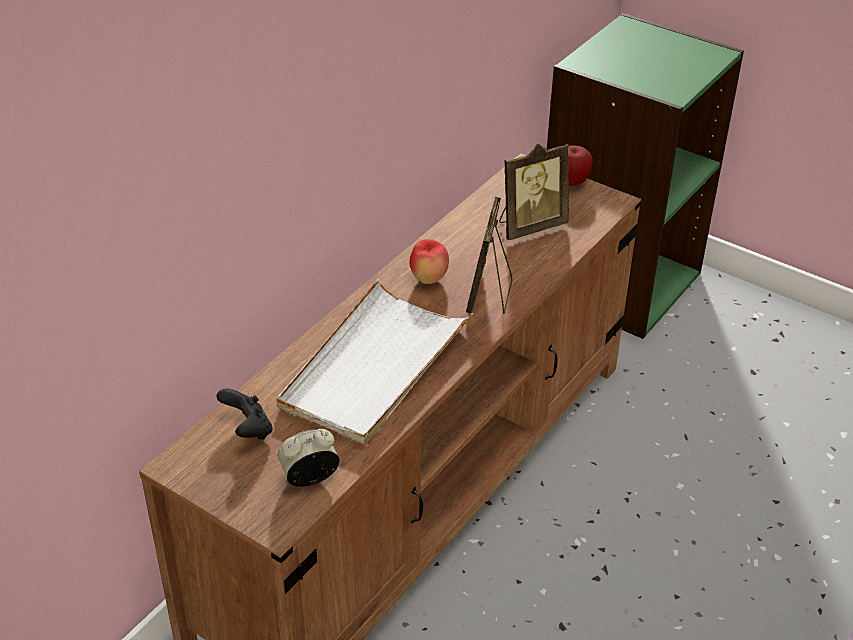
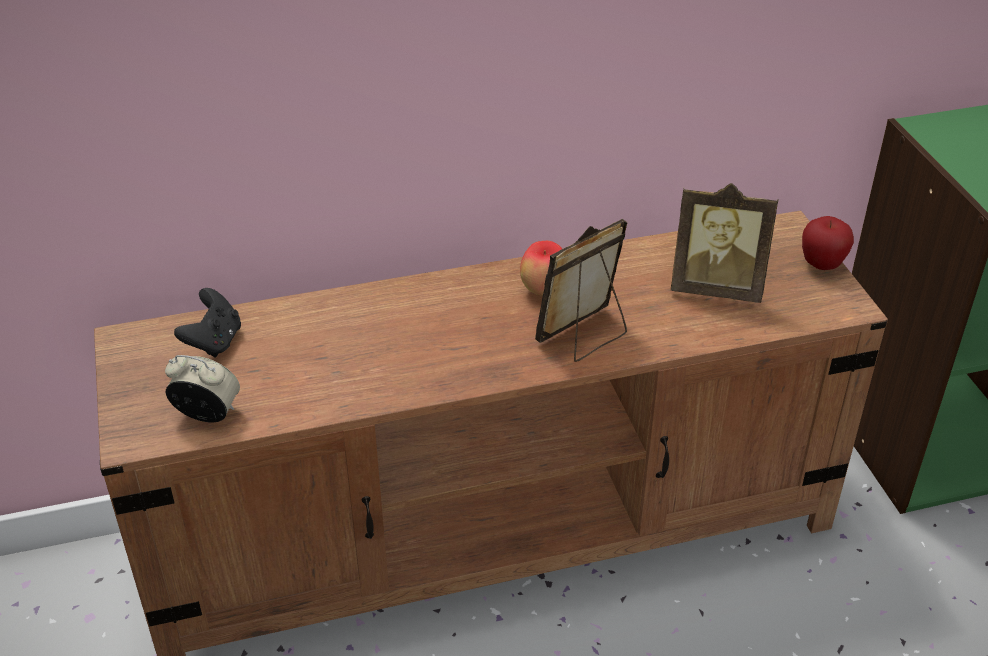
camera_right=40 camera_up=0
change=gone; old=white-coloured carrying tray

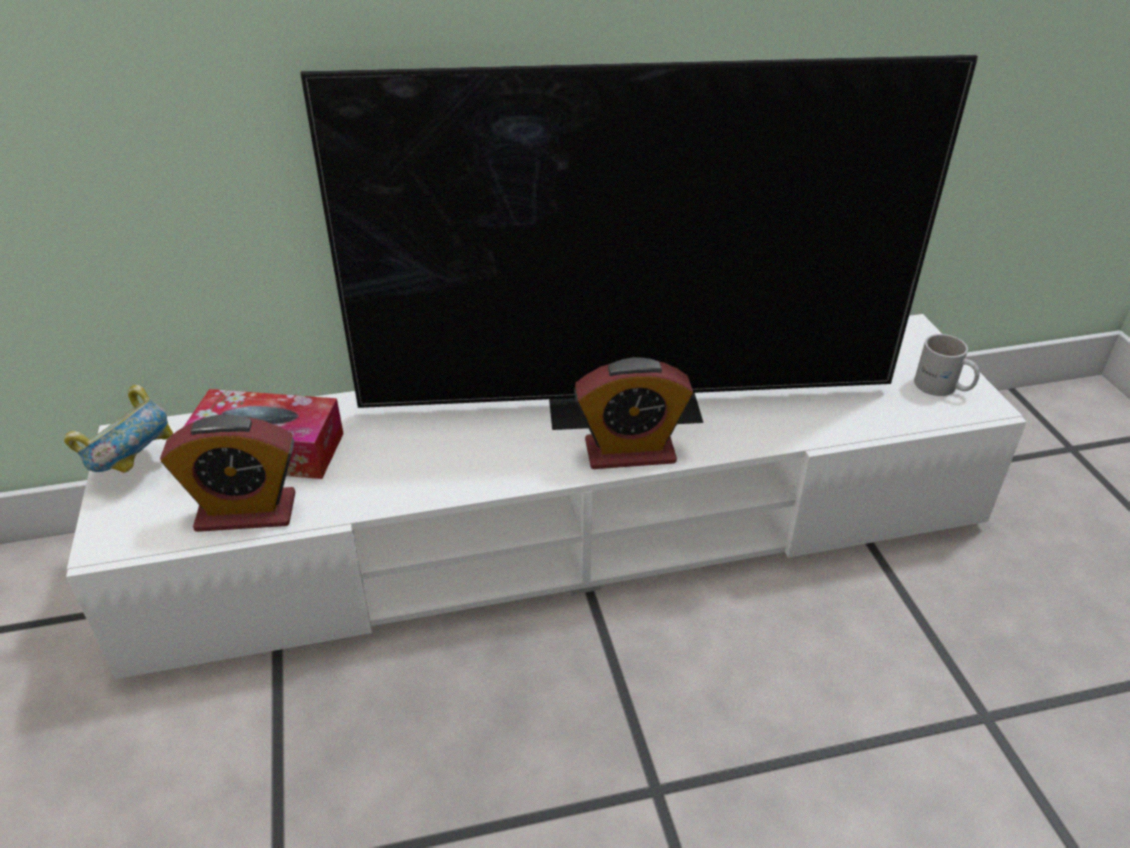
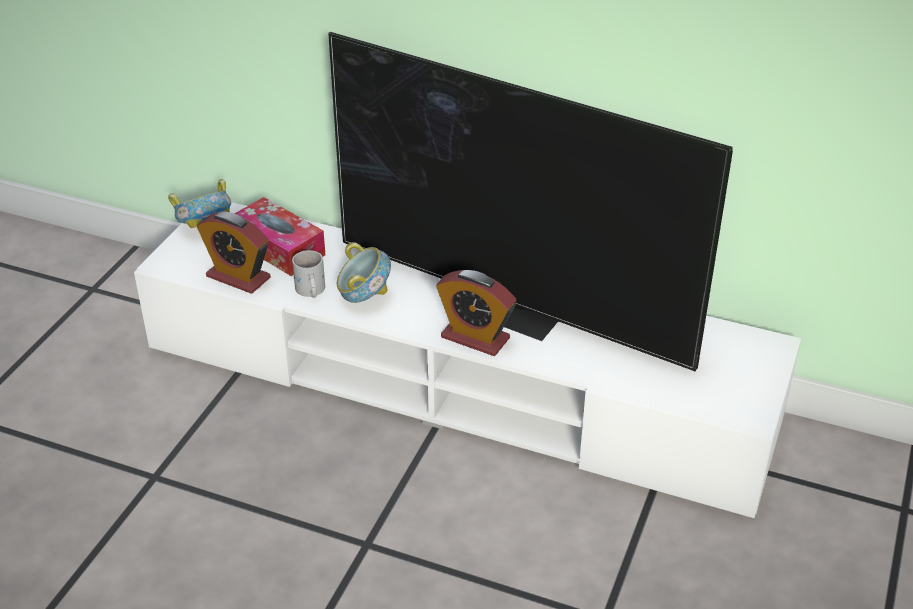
camera_right=35 camera_up=0
change=new; new=serving bowl (no. 2 from left)
change=shifted; old=white-coloured mug

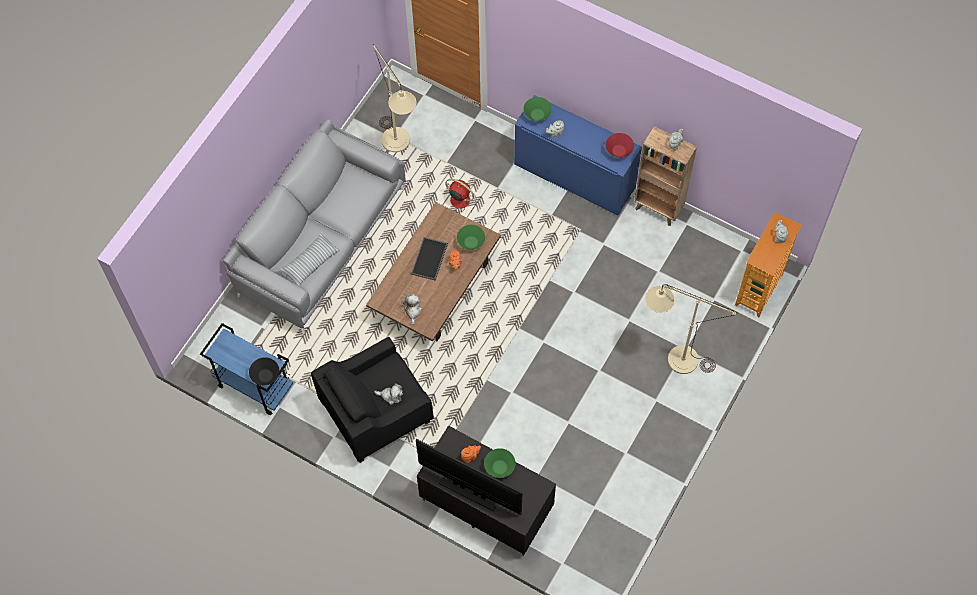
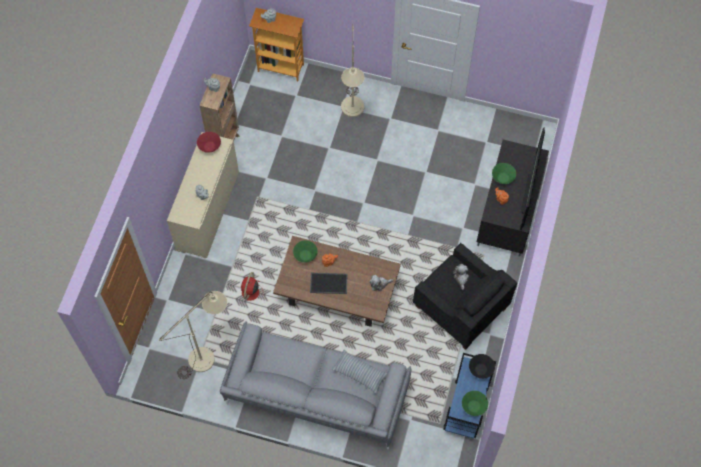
camera_right=-105 camera_up=0
change=shifted; old=green-coloured serving bowl (no. 3 from left in the first image); new=green-coloured serving bowl (no. 2 from left)
change=repainted; old=blue-coloured storage cabinet; new=sand-coloured storage cabinet

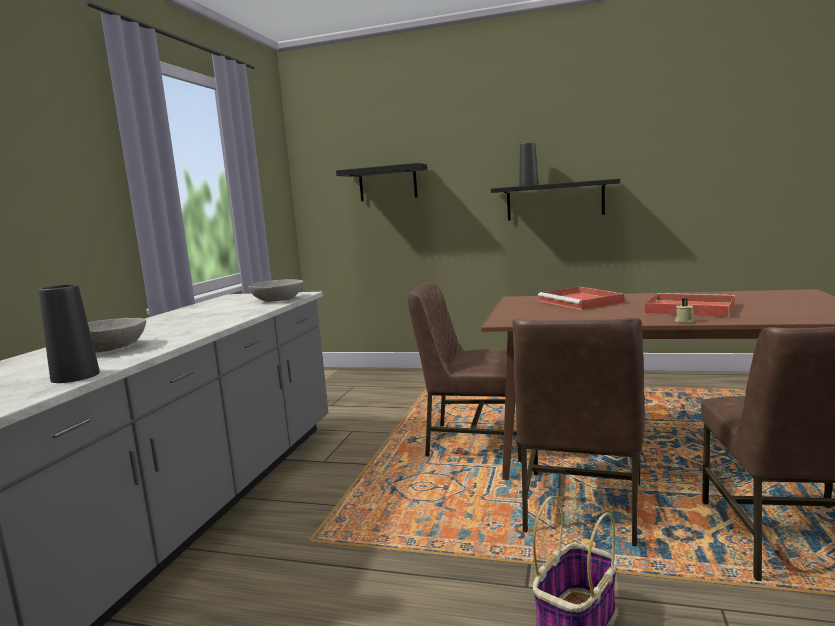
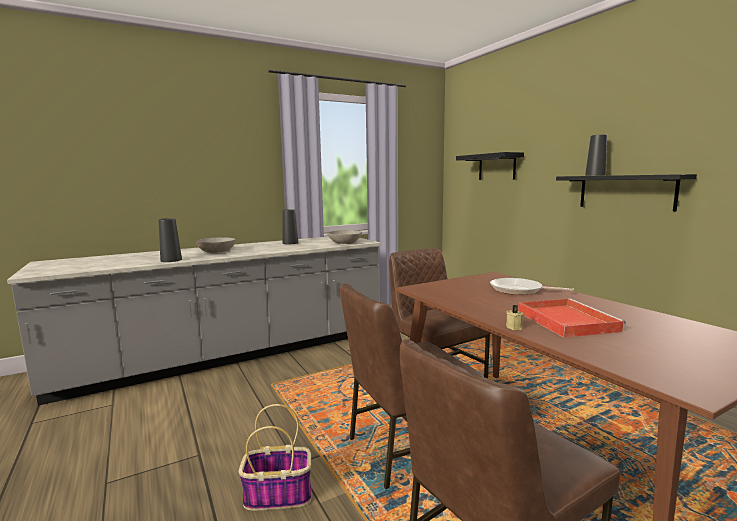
camera_right=45 camera_up=0
change=new; new=black decorative vase (no. 2 from left)
change=swapped; old=red carrying tray (no. 1 from left); new=skillet

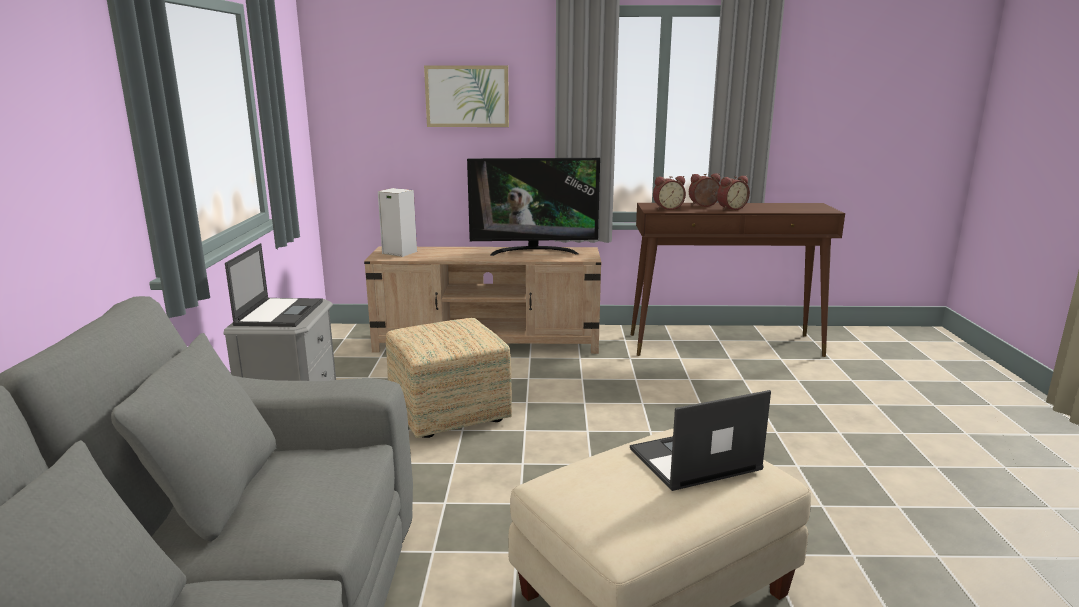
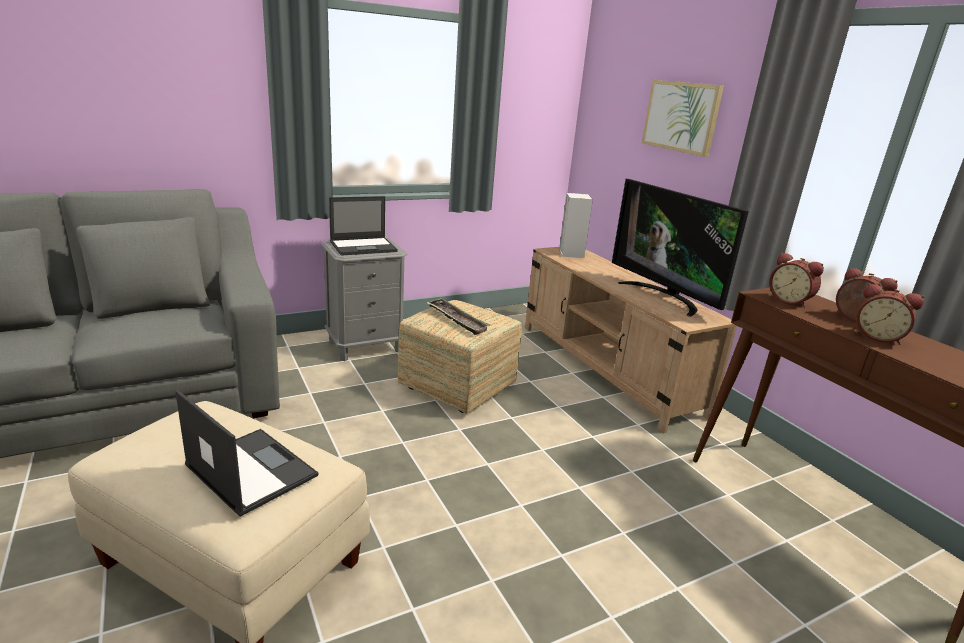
camera_right=60 camera_up=5
change=new; new=carrying tray

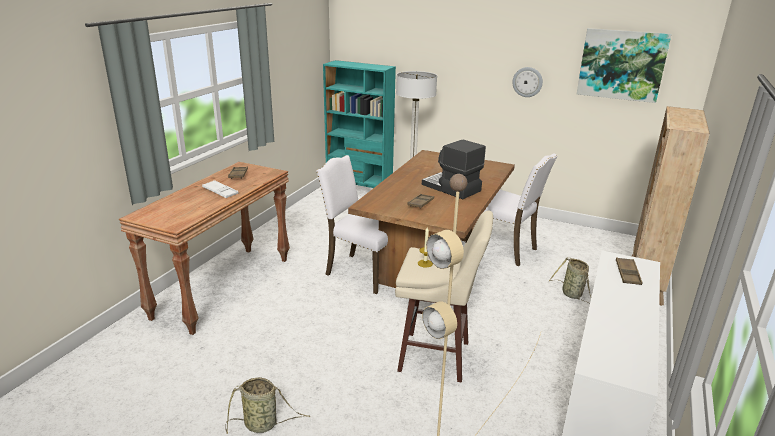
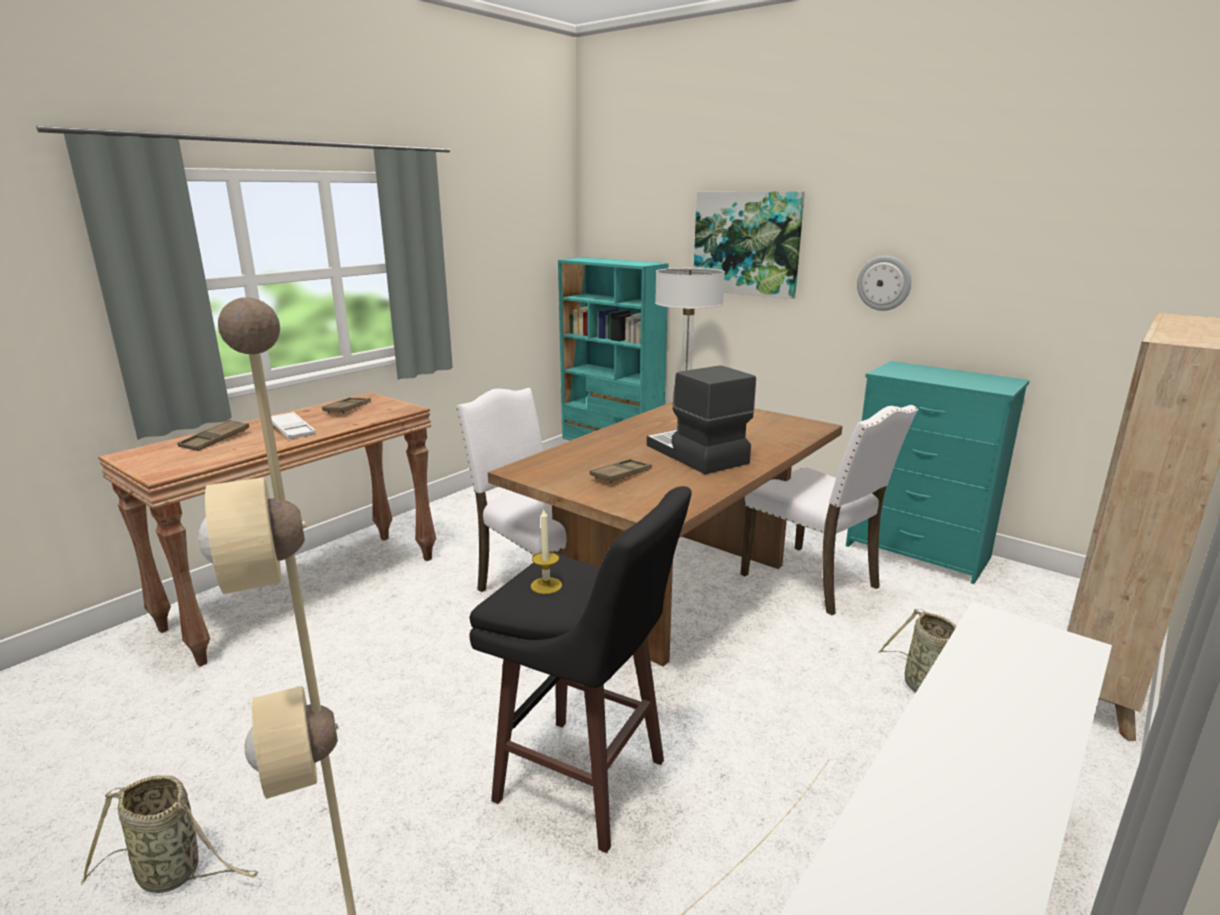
camera_right=15 camera_up=-5
change=new; new=turquoise-coloured drawer chest
change=shifted; old=wall art
change=shifted; old=brown carrying tray (no. 3 from left in the first image); new=brown carrying tray (no. 1 from left)
change=repainted; old=sand-coloured stool; new=black stool

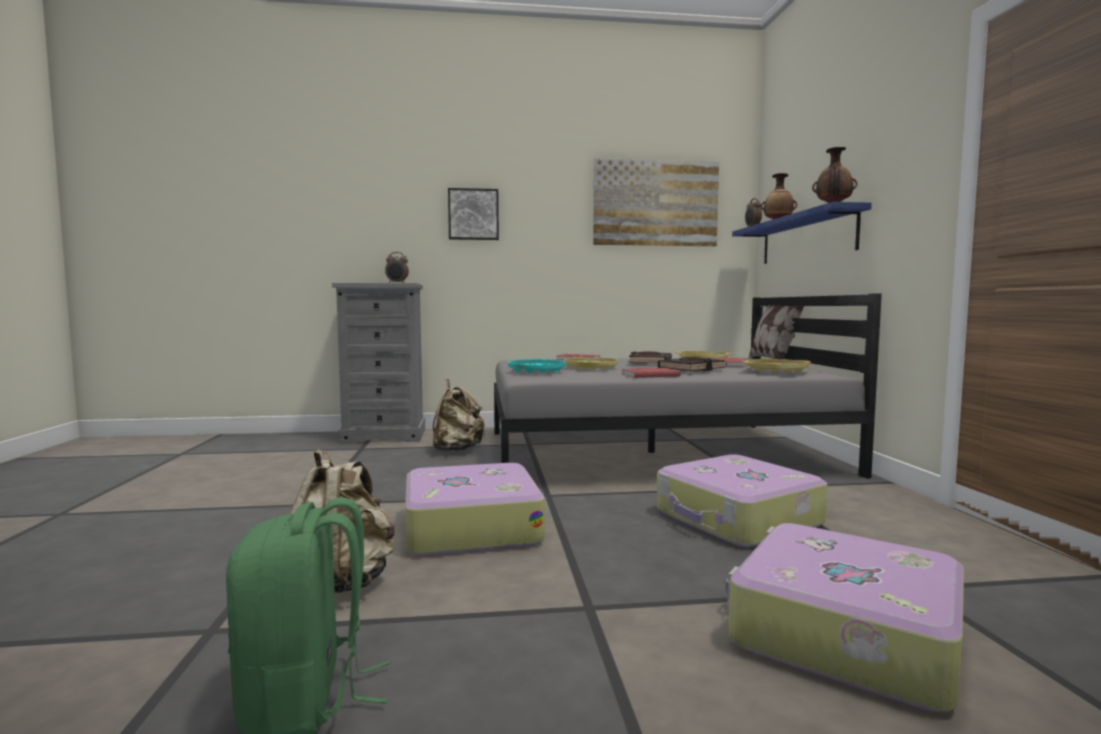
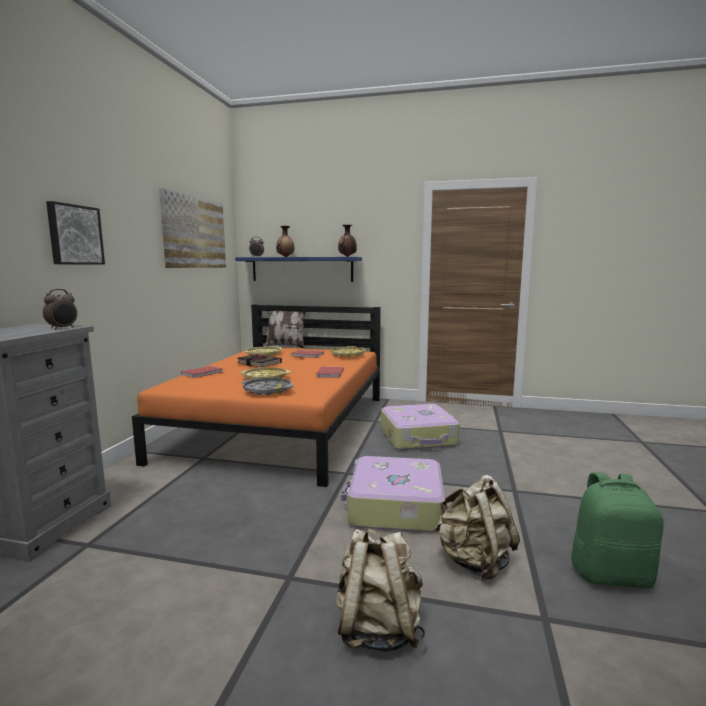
camera_right=-70 camera_up=5
change=gone; old=black volume (no. 2 from left)
change=gone; old=suitcase (no. 3 from left)
change=shifted; old=sand-coloured knapsack (no. 2 from left in the first image); new=sand-coloured knapsack (no. 1 from left)
change=repainted; old=grey bedroom bed; new=orange bedroom bed
change=repainted; old=turquoise-coloured carrying tray; new=grey carrying tray

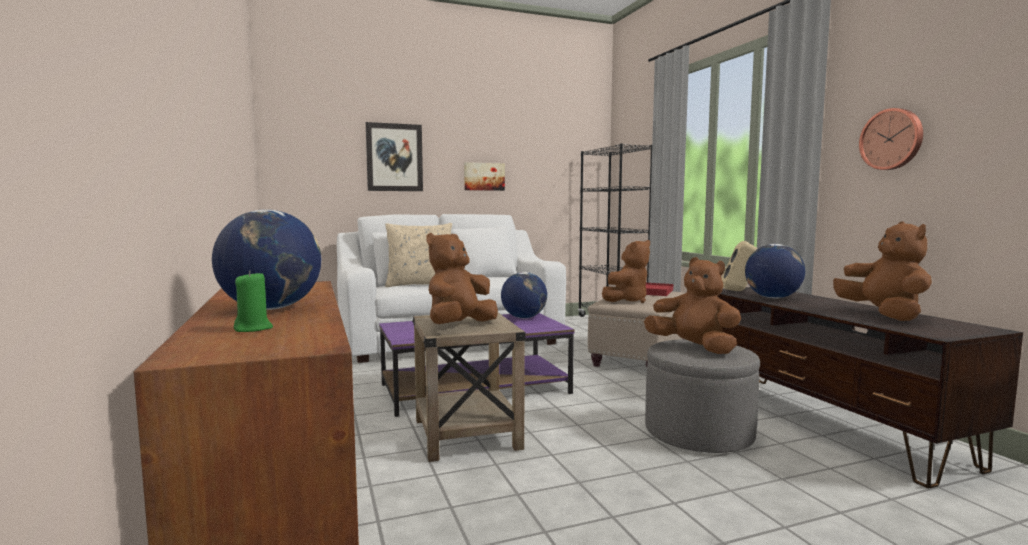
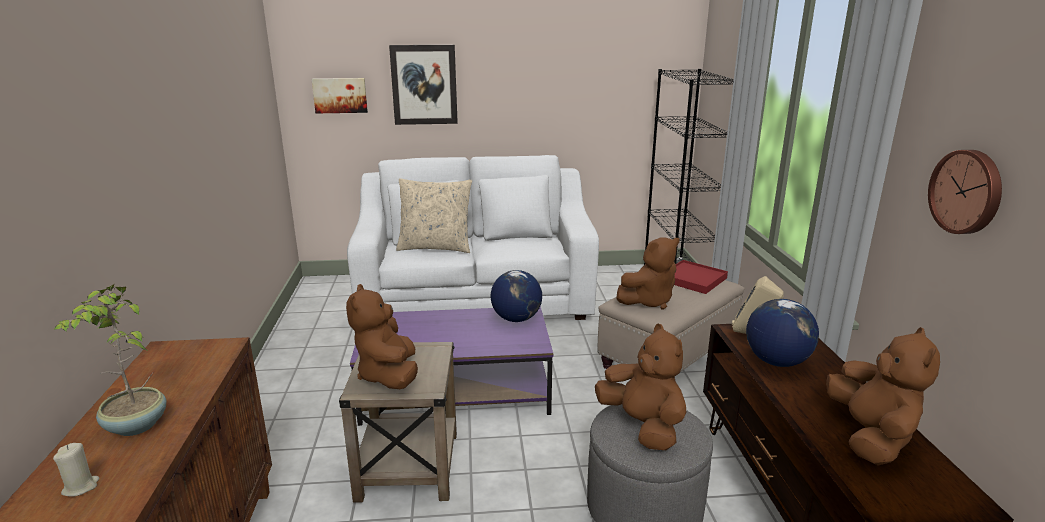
camera_right=15 camera_up=15
change=shifted; old=wall art (no. 2 from left in the first image); new=wall art (no. 1 from left)
change=swapped; old=world globe (no. 1 from left); new=houseplant
change=repainted; old=green-coloured wax candle; new=sand-coloured wax candle
change=rotated; old=brown cuddly toy (no. 1 from left); degrees=-60

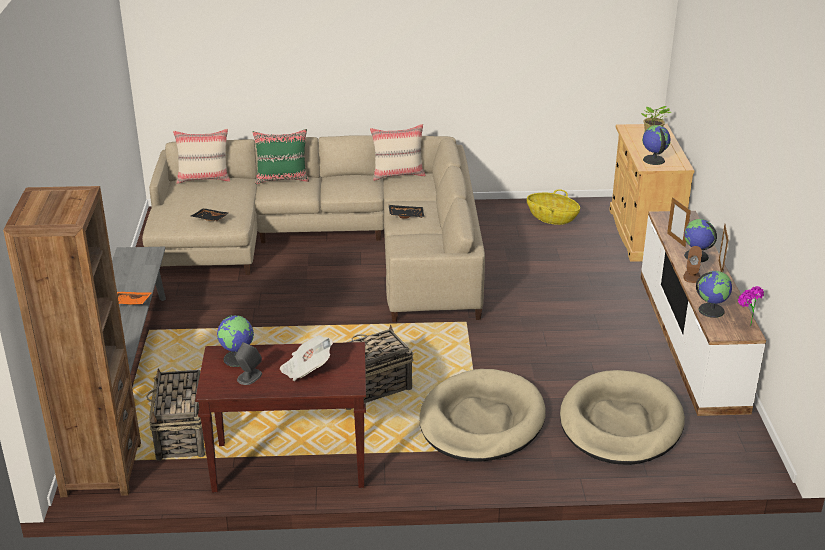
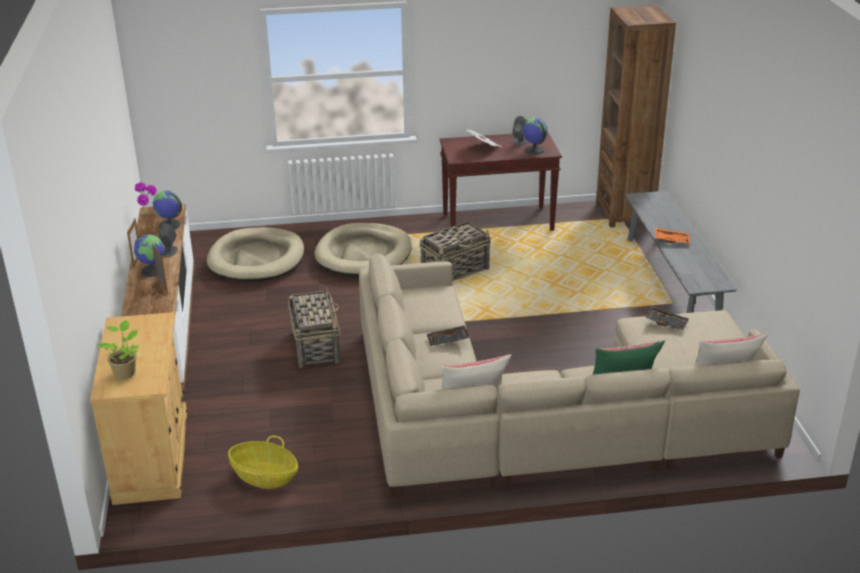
camera_right=175 camera_up=0
change=gone; old=world globe (no. 2 from left)
change=shifted; old=basket (no. 1 from left in the first image); new=basket (no. 2 from left)
change=repainted; old=brown speaker; new=grey speaker (no. 1 from left)

